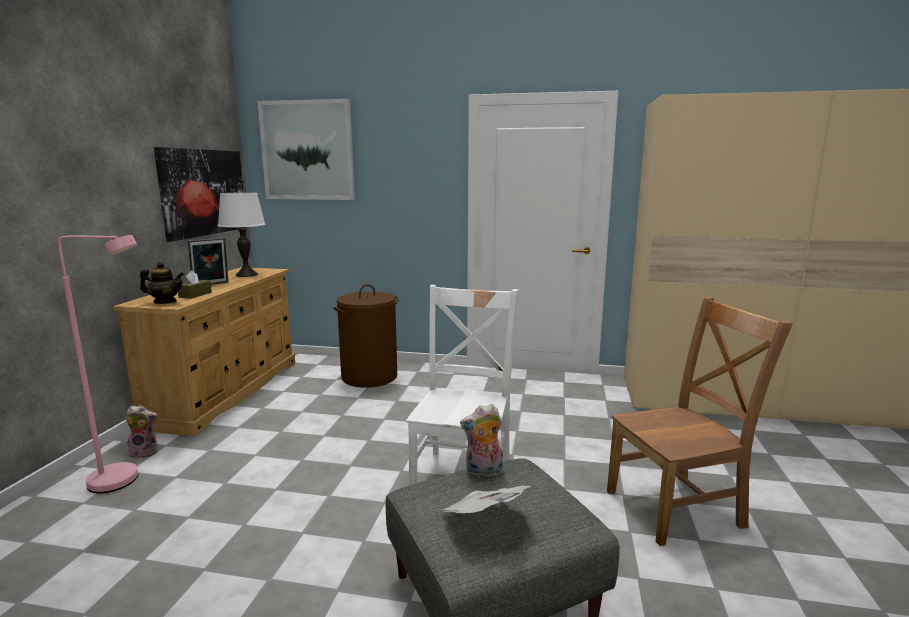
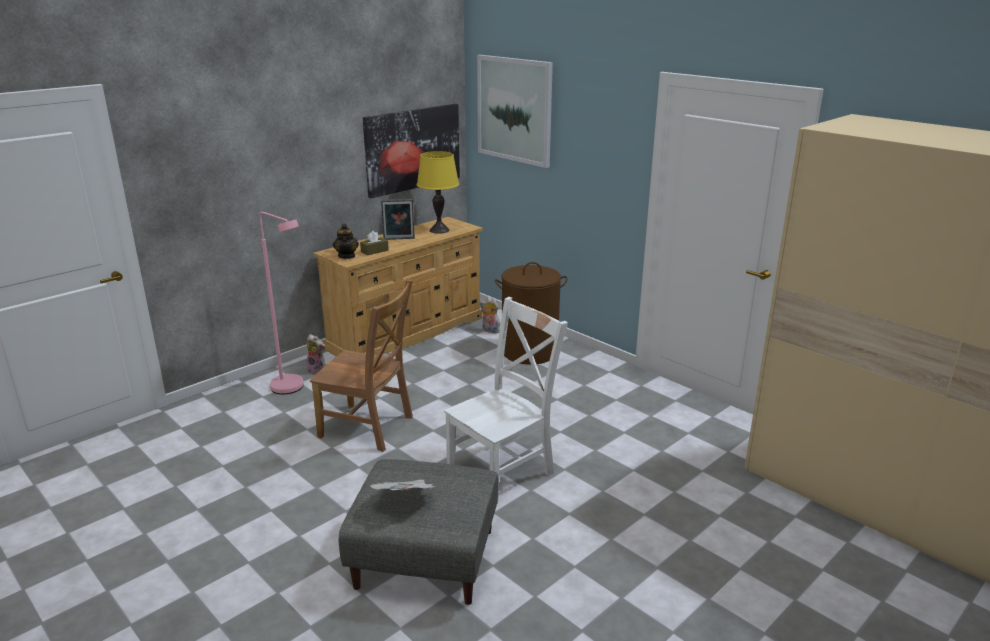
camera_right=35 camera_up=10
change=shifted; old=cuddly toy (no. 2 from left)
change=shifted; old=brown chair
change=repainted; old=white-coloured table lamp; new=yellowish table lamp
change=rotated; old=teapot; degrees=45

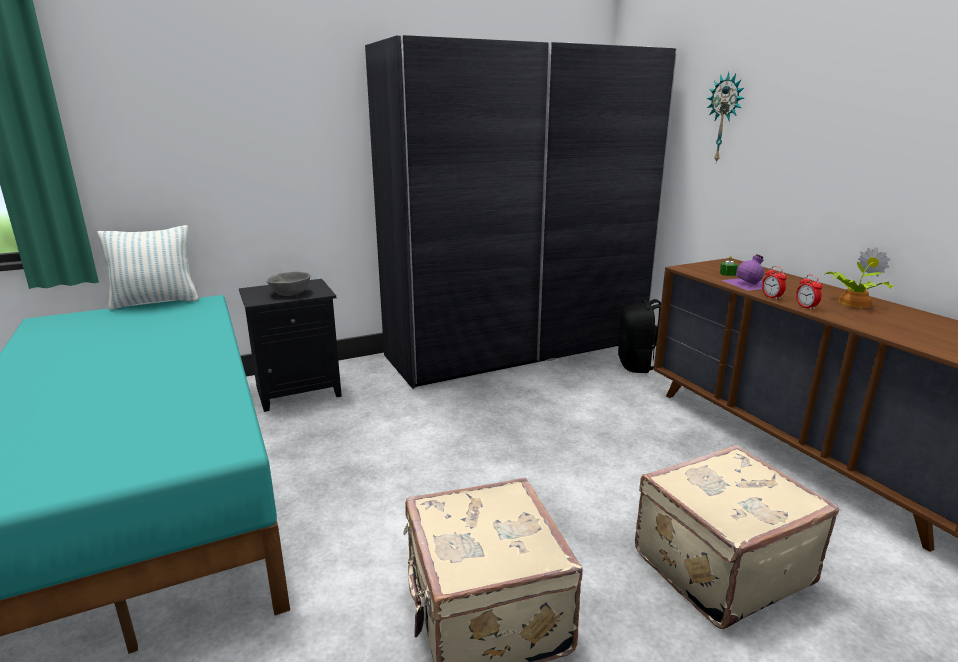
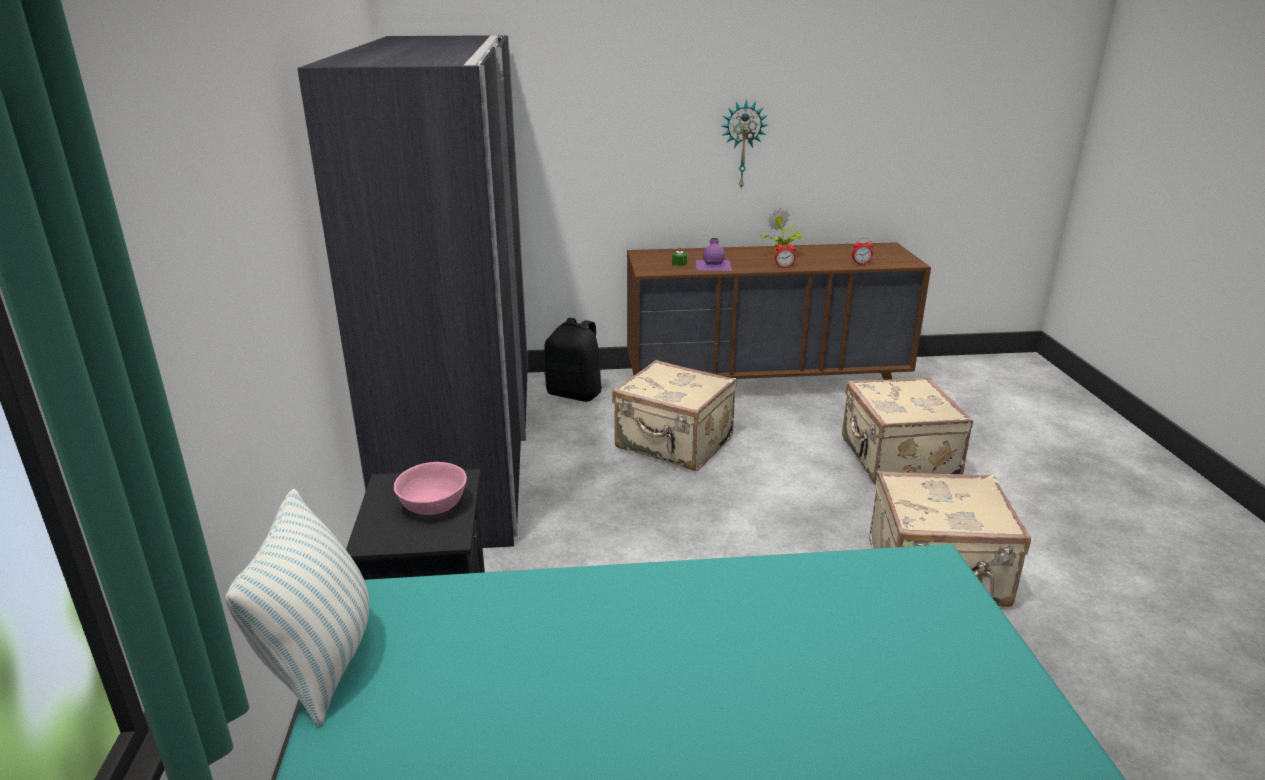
camera_right=-70 camera_up=5
change=new; new=sand-coloured suitcase (no. 1 from left)
change=shifted; old=wall clock
change=shifted; old=table clock (no. 1 from left in the first image); new=table clock (no. 2 from left)
change=repainted; old=grey serving bowl; new=pink serving bowl

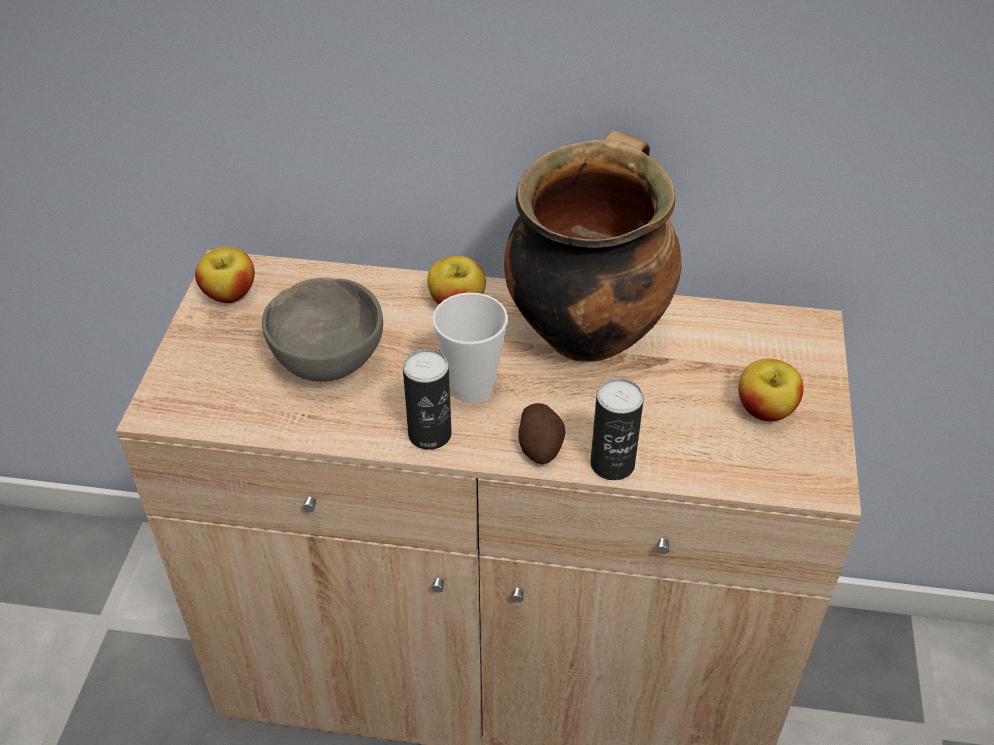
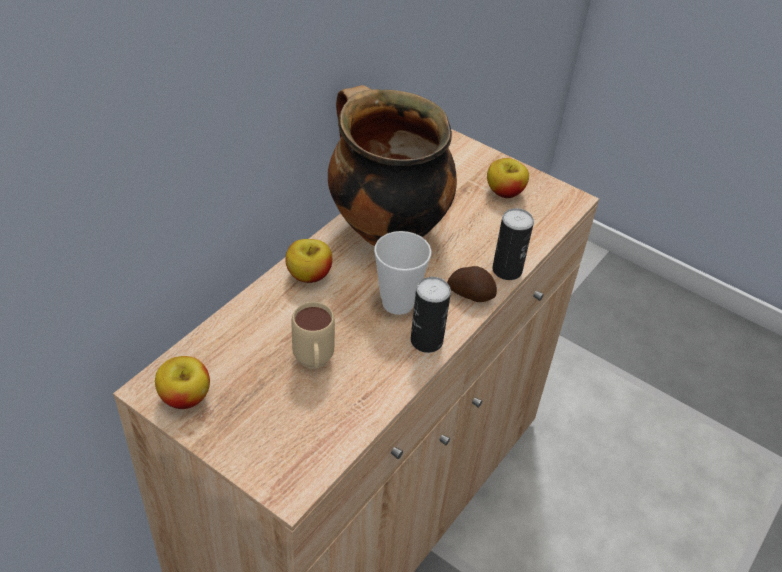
camera_right=-65 camera_up=0
change=swapped; old=grey serving bowl; new=sand-coloured mug

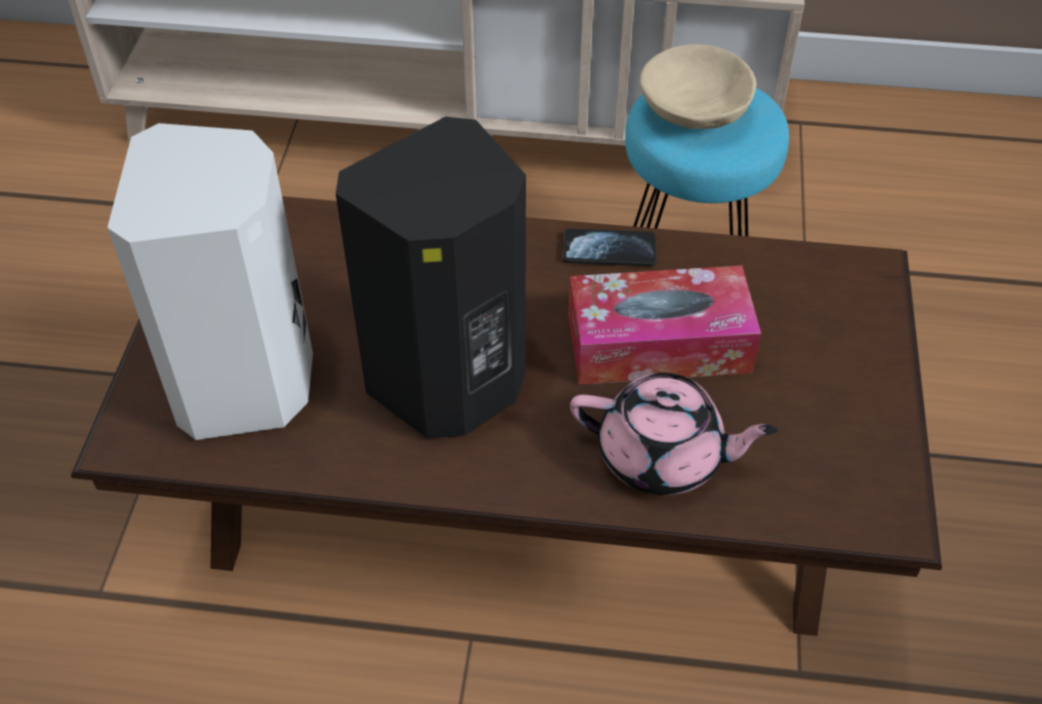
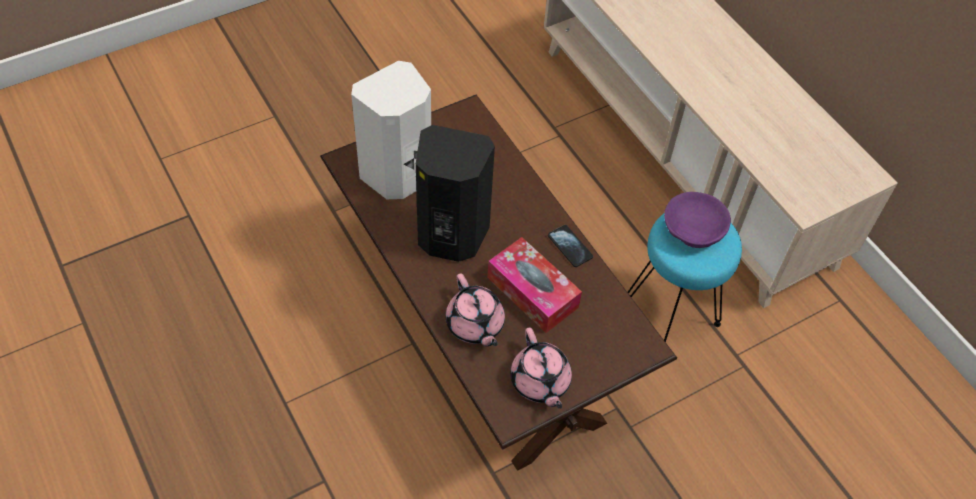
camera_right=50 camera_up=5
change=new; new=pink teapot (no. 2 from left)
change=repainted; old=sand-coloured serving bowl; new=purple-coloured serving bowl

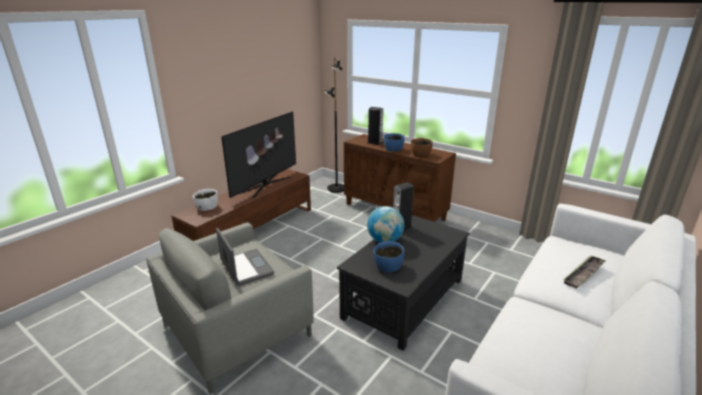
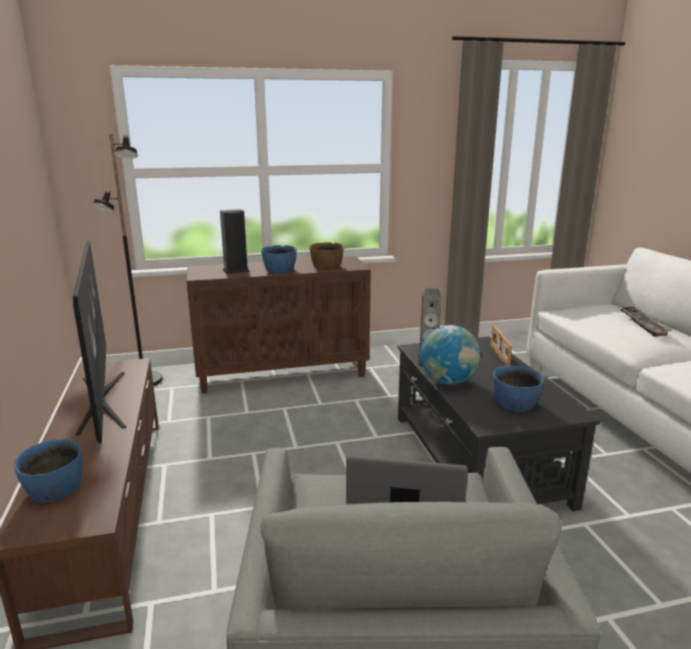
camera_right=-50 camera_up=-5
change=new; new=picture frame
change=repainted; old=white-coloured serving bowl; new=blue-coloured serving bowl (no. 1 from left)

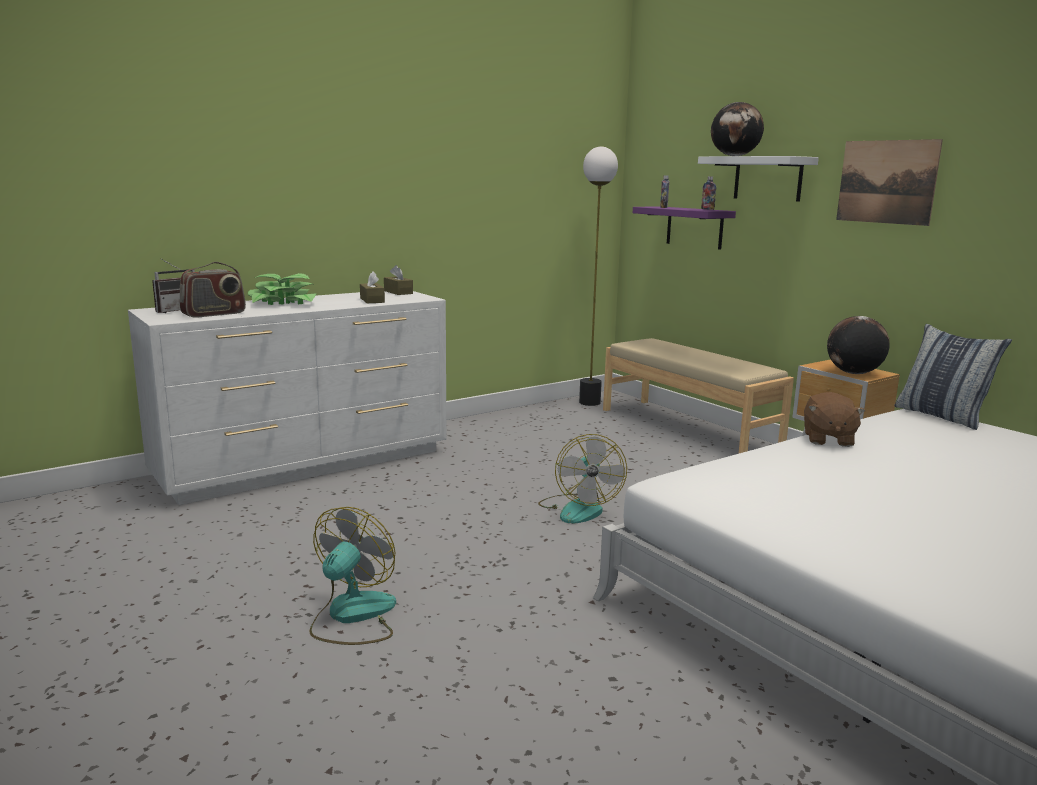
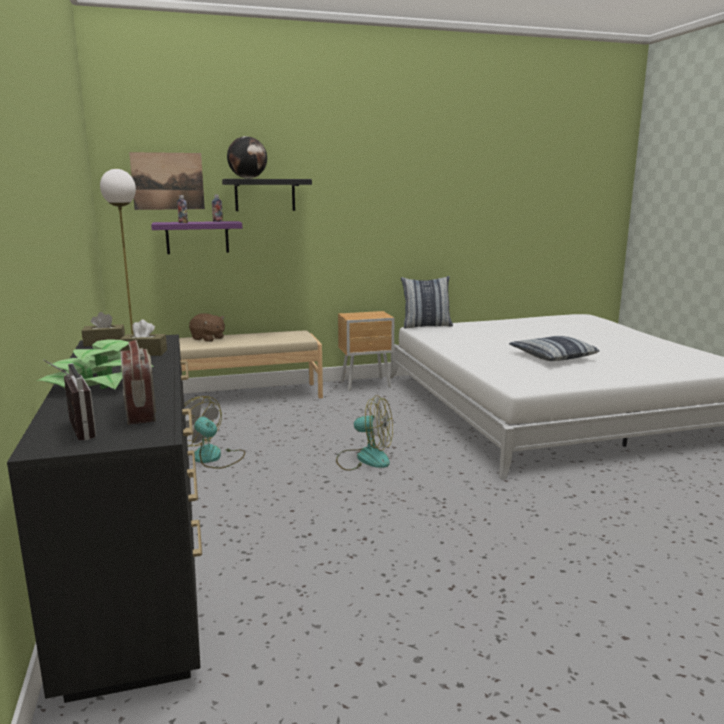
camera_right=-70 camera_up=0
change=gone; old=world globe (no. 2 from left)
change=new; new=throw pillow (no. 2 from left)
change=shifted; old=fan (no. 1 from left)
change=shifted; old=brown cuddly toy
change=shifted; old=wall art
change=repainted; old=white-coloured drawer chest; new=black drawer chest
change=repainted; old=white-coloured wall shelf; new=black wall shelf

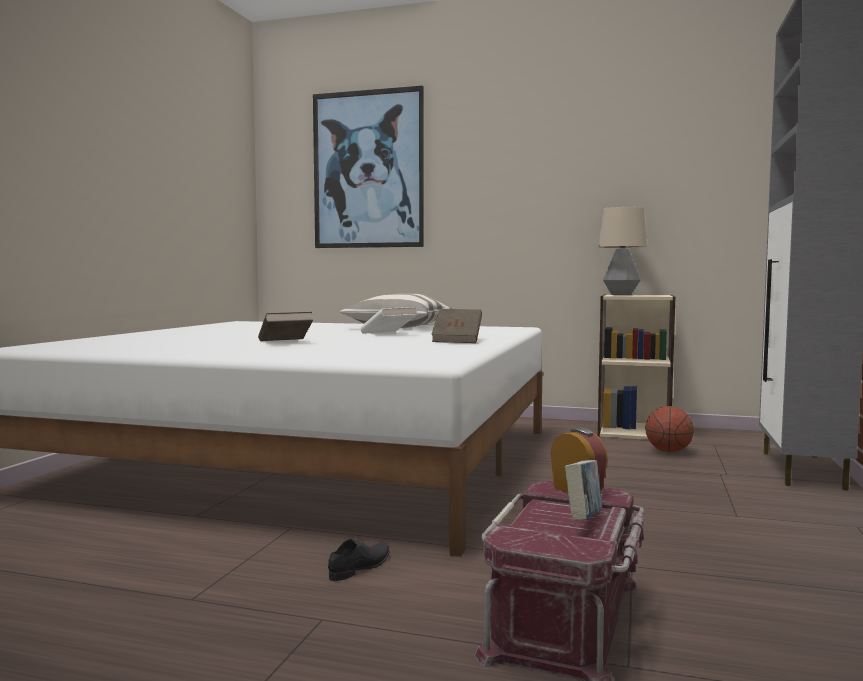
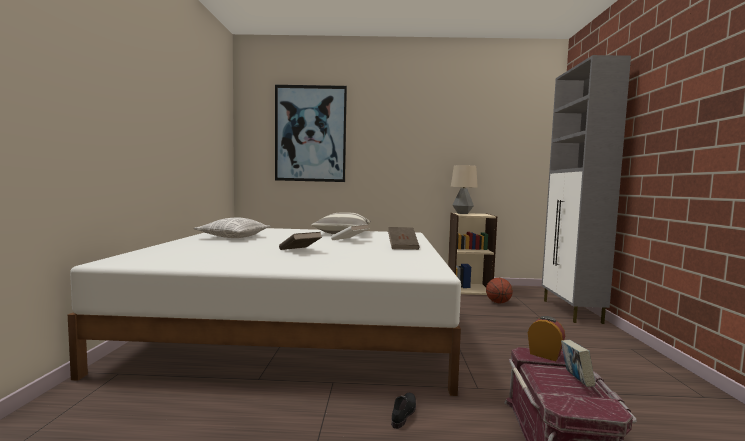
camera_right=-15 camera_up=0
change=new; new=throw pillow (no. 1 from left)

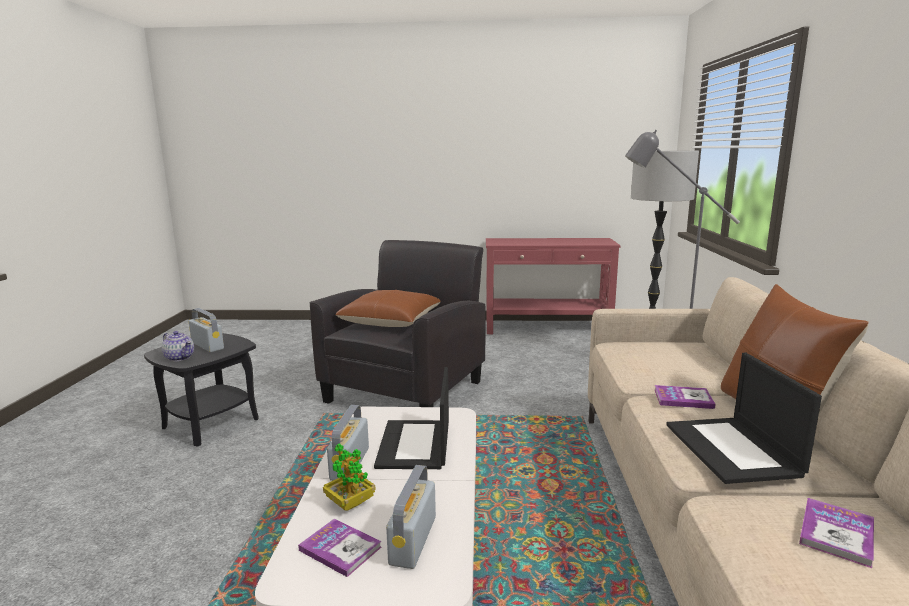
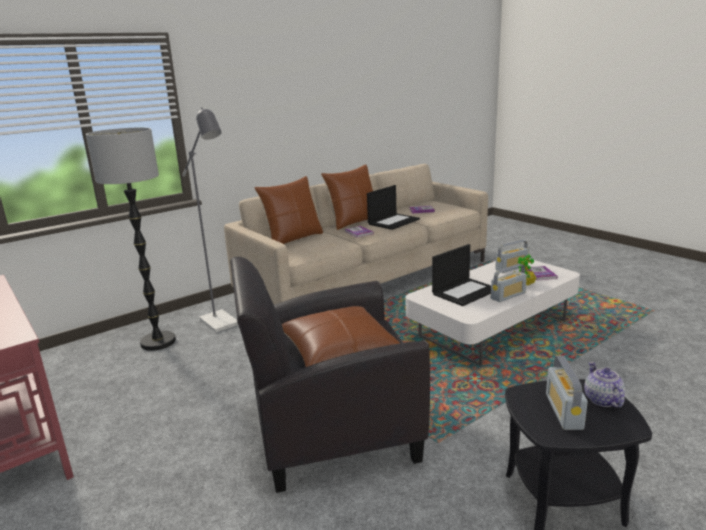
camera_right=-130 camera_up=5
change=new; new=brown throw pillow (no. 1 from left)

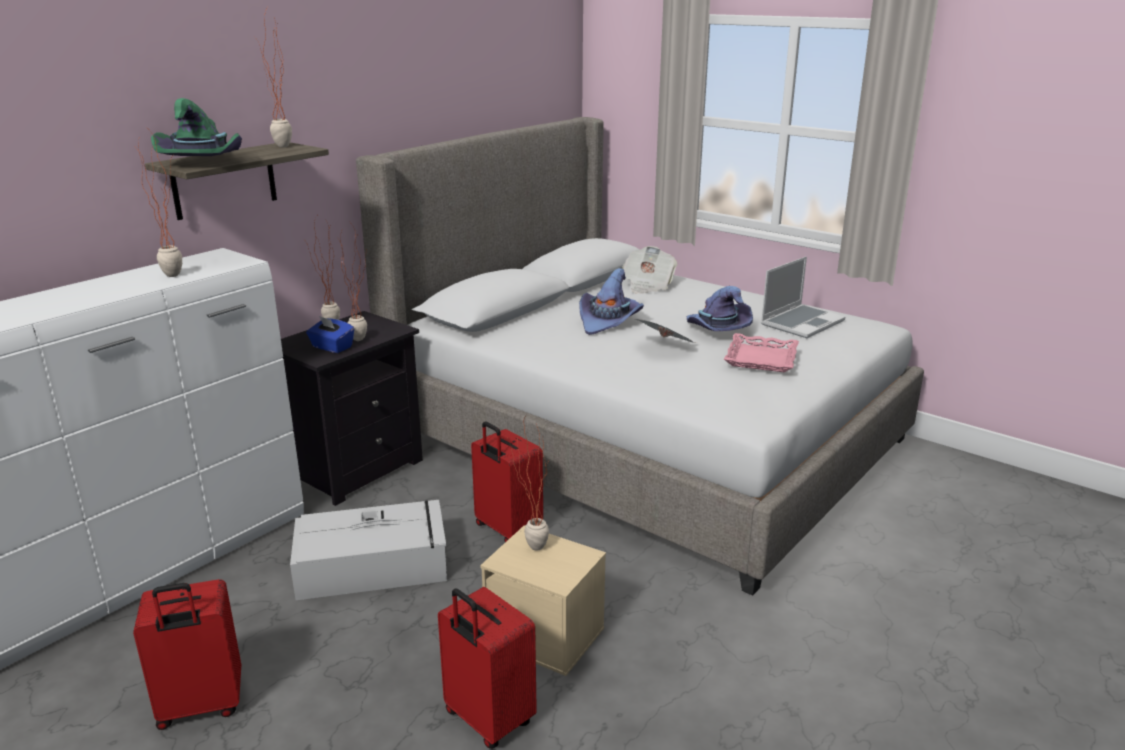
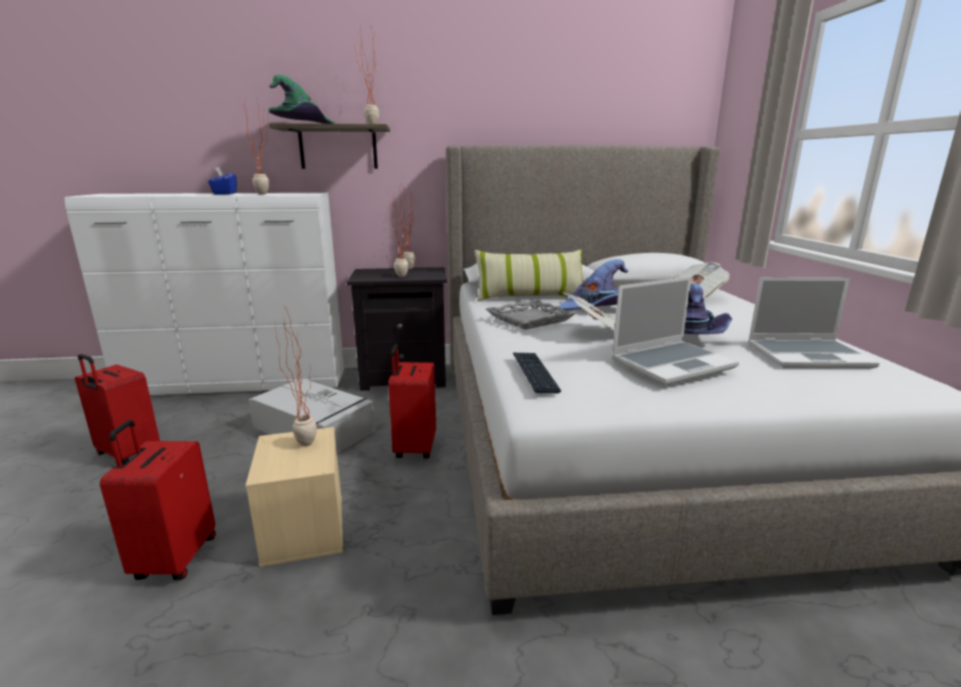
camera_right=45 camera_up=-5
change=new; new=throw pillow
change=new; new=grey carrying tray
change=new; new=computer keyboard
change=shifted; old=blue-coloured tissue holder
change=swapped; old=pink carrying tray; new=notebook computer (no. 1 from left)

